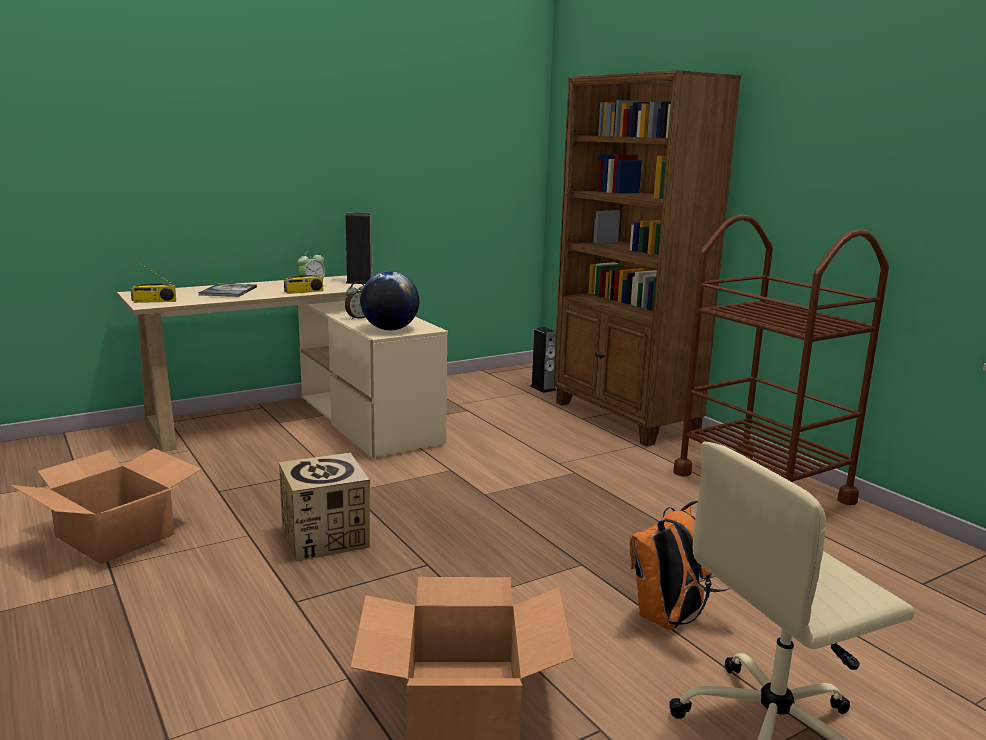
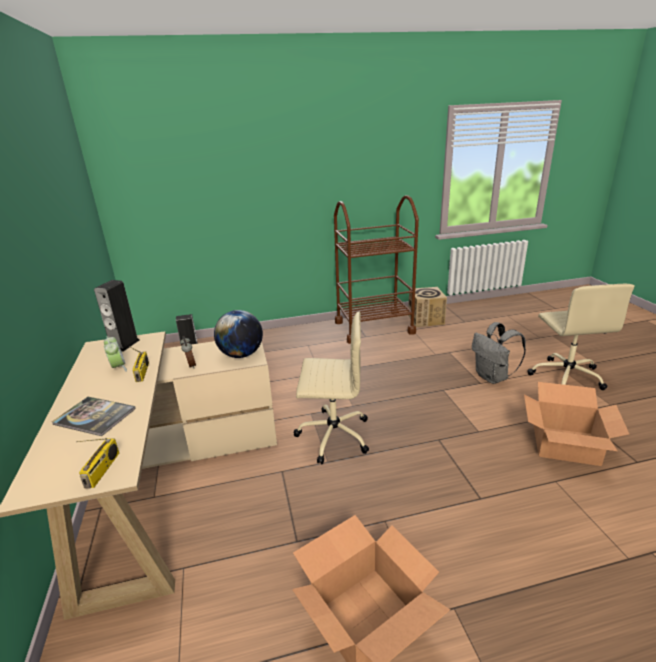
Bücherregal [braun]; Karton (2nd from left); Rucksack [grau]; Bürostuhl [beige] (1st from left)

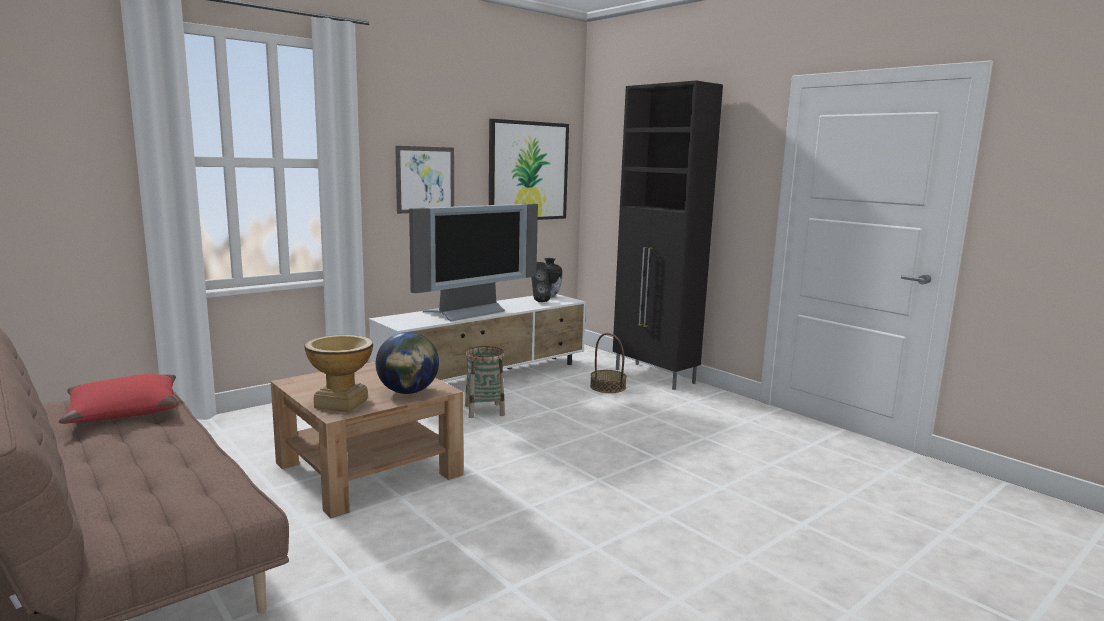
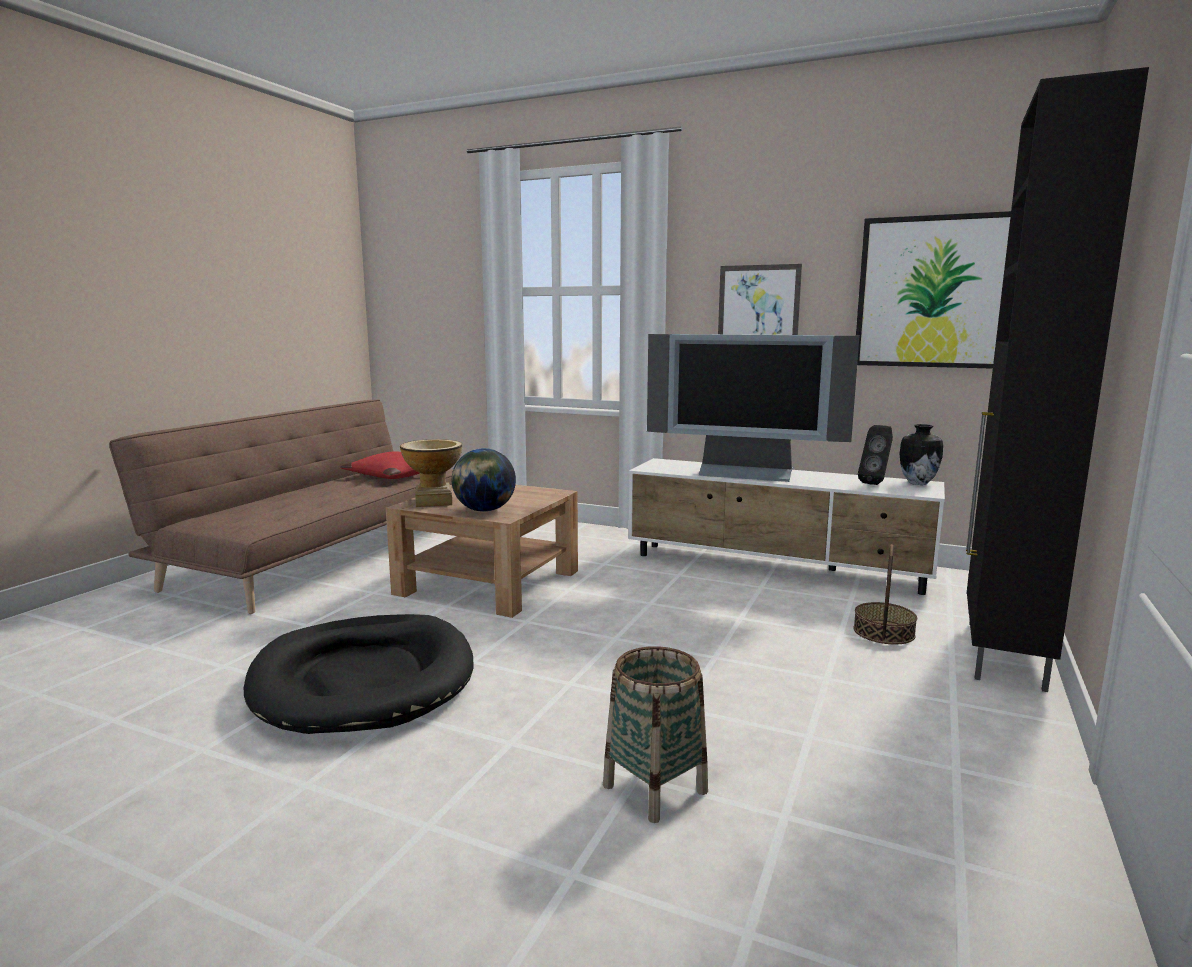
Korb (1st from left); Hundebett [schwarz]

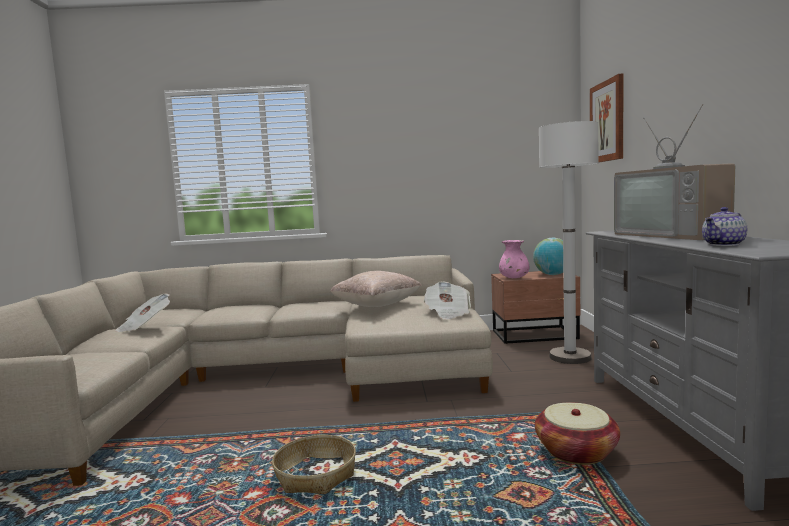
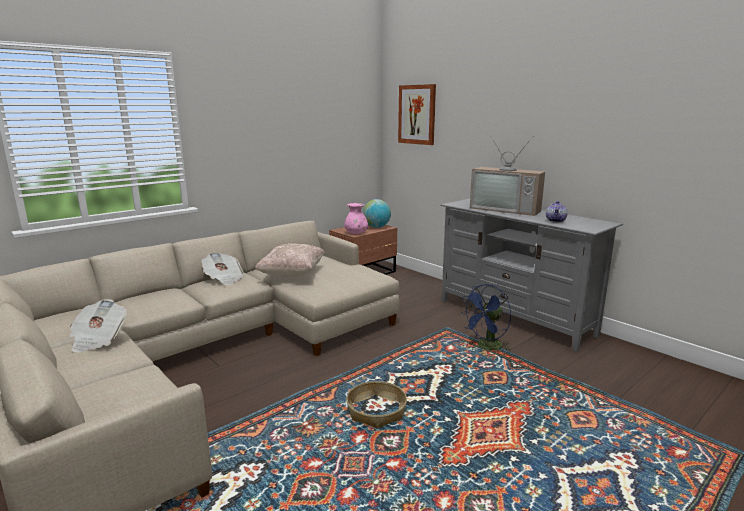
Stehlampe [weiß]; Zeitung (2nd from left); Ventilator [blau]

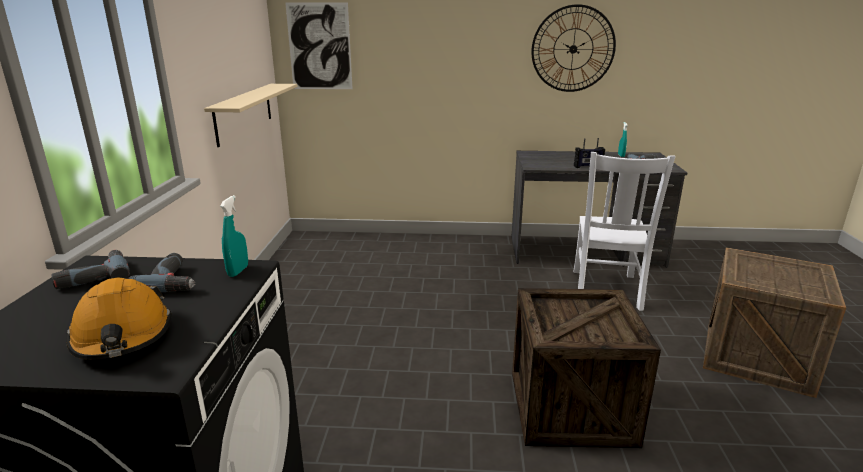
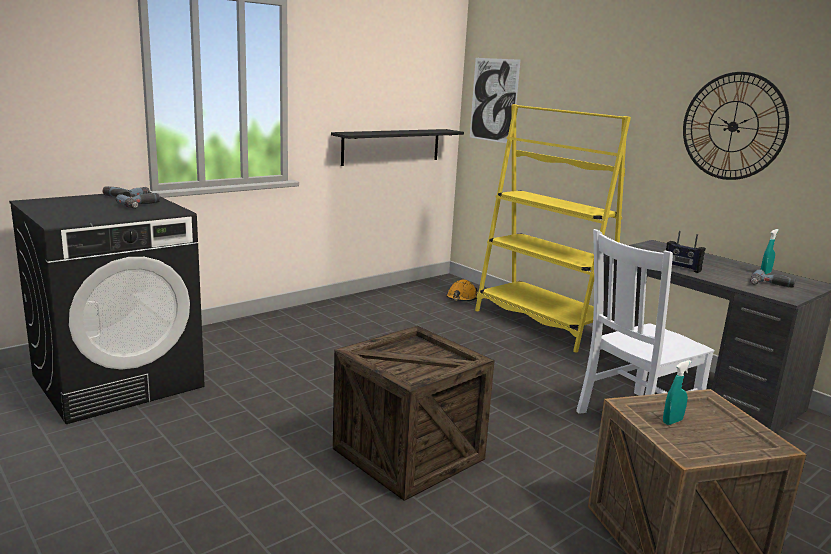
Wandregal [schwarz]; Sprühflasche [türkis] (1st from left); Schutzhelm [orange]; Bücherregal [gelb]

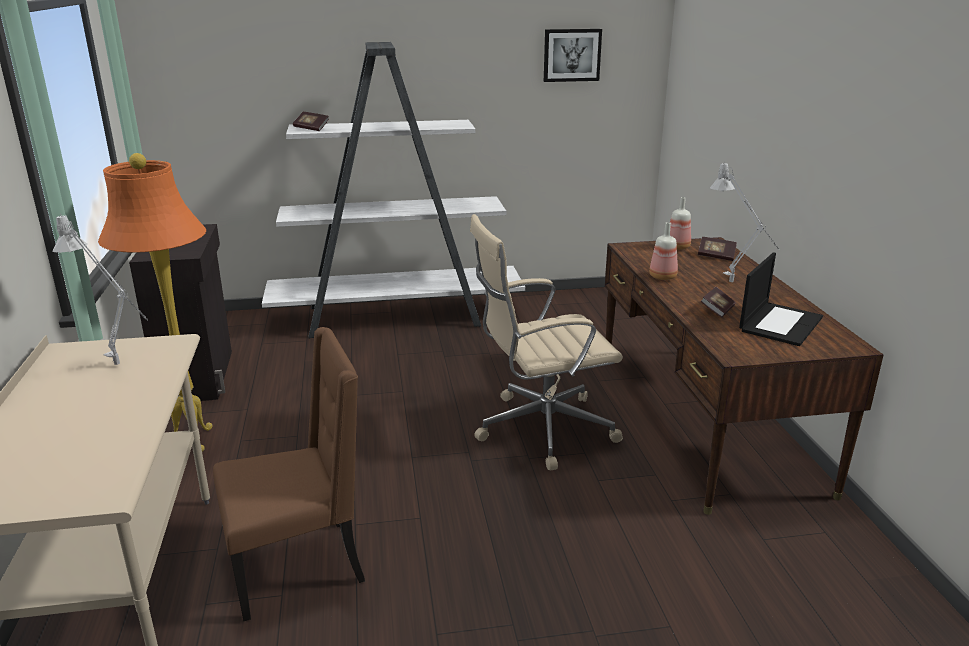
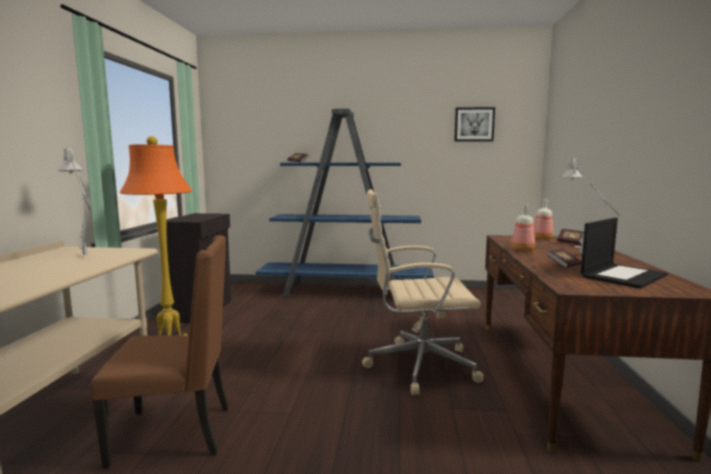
Bücherregal [blau]

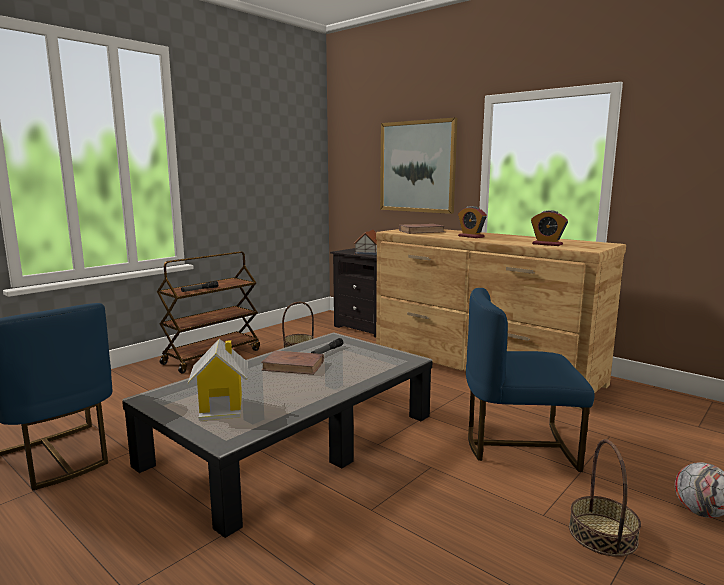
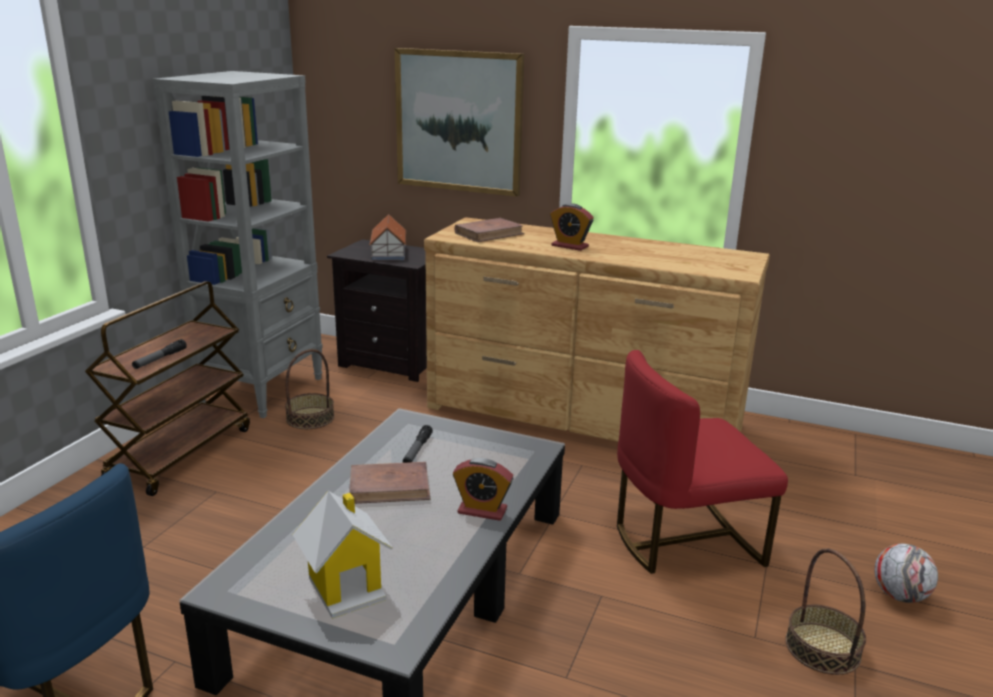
Wecker (1st from left); Stuhl [rot]; Bücherregal [grau]

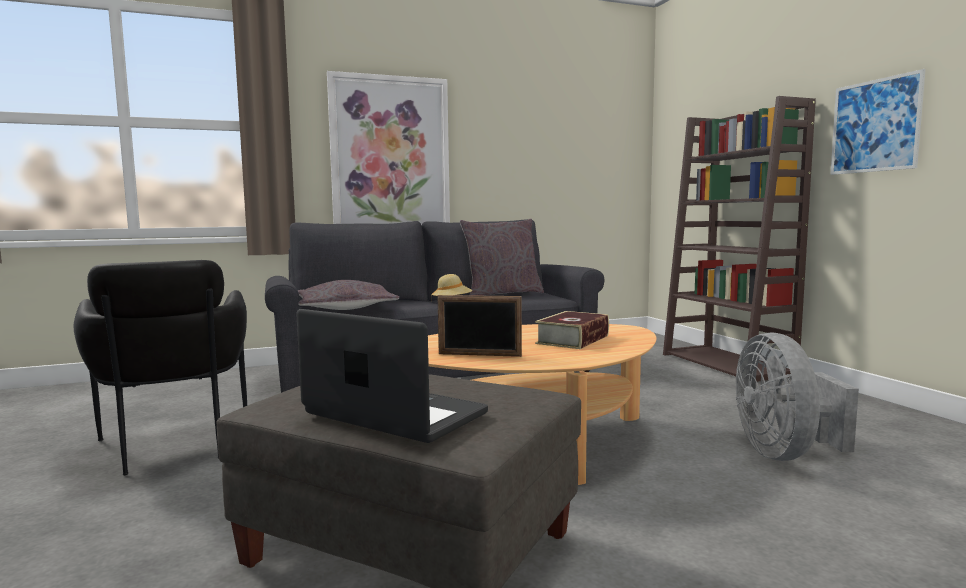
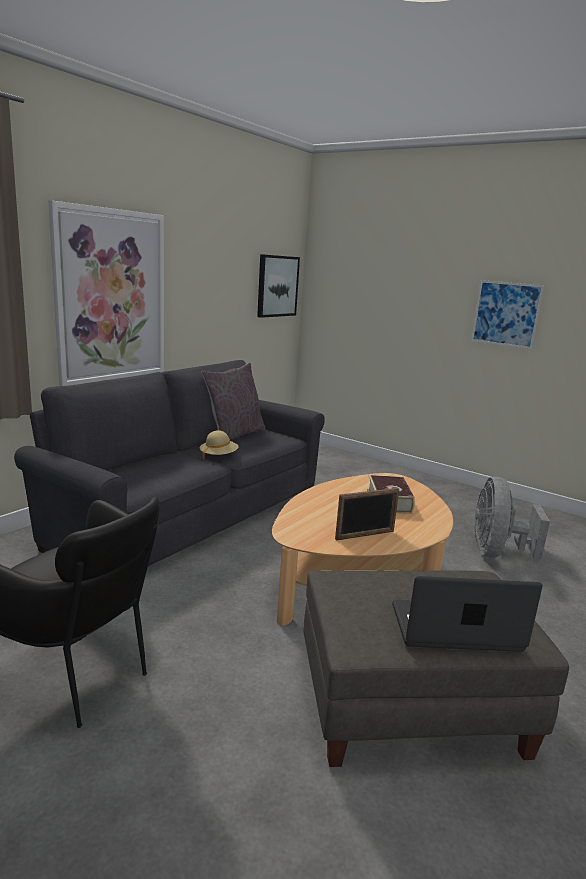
Bücherregal [braun]; Kissen [grau] (1st from left in the first image); Ventilator [grau]; Bild (2nd from left)

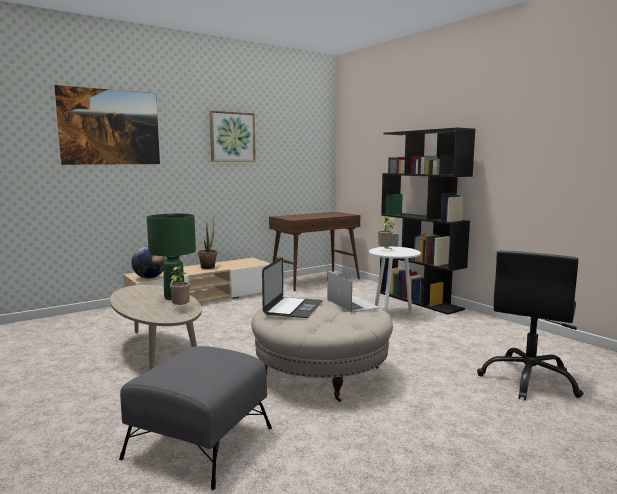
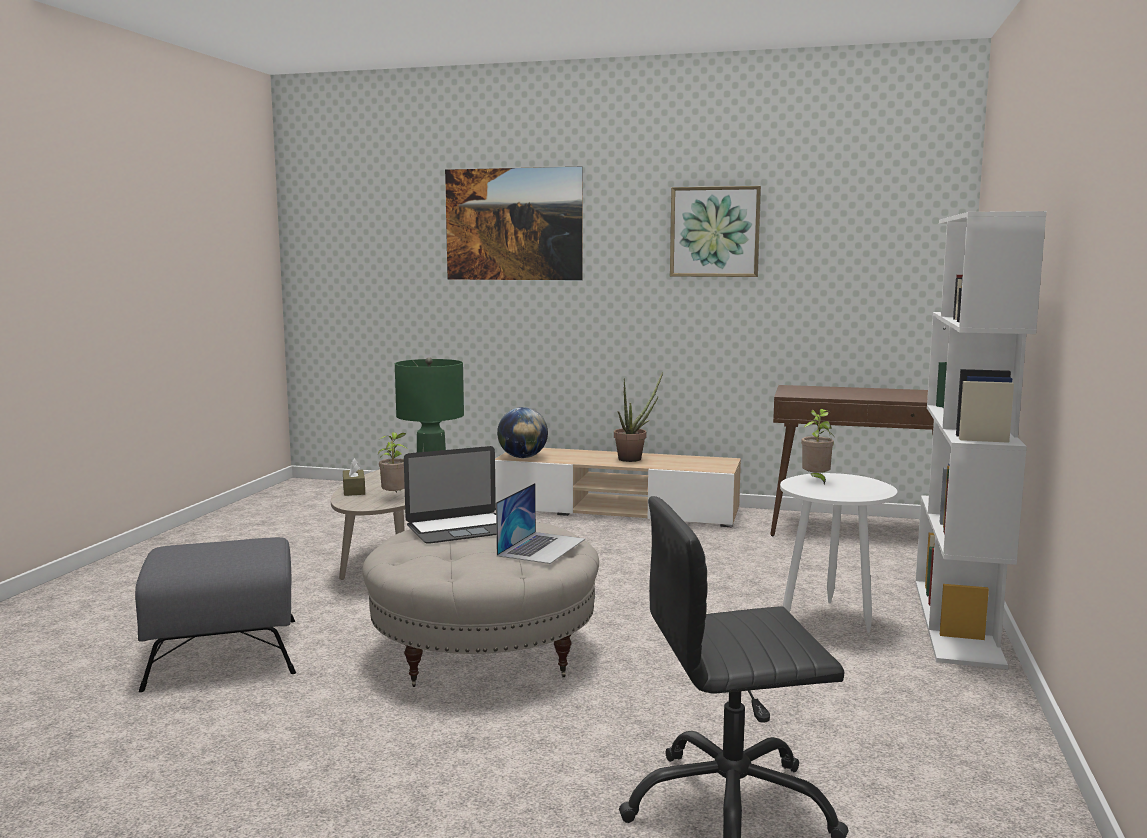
Bücherregal [weiß]; Taschentuchbox [braun]

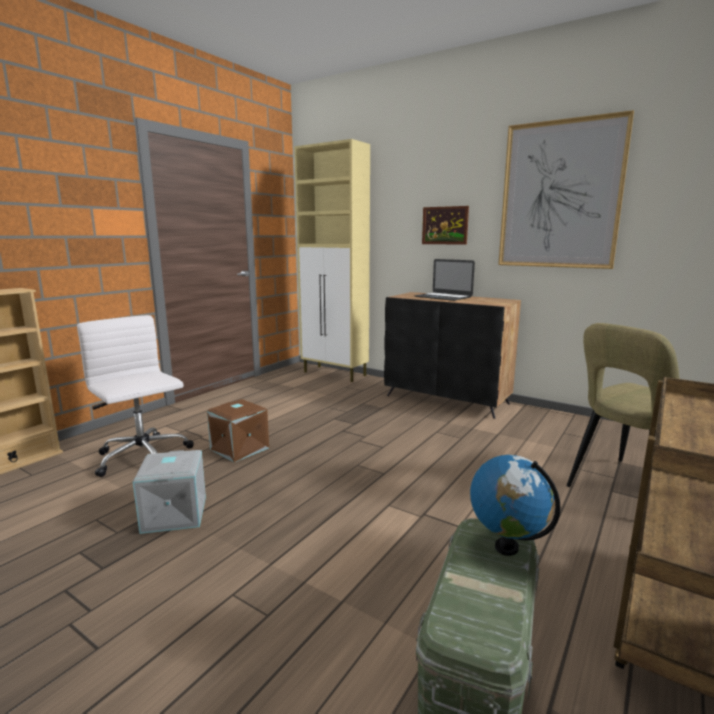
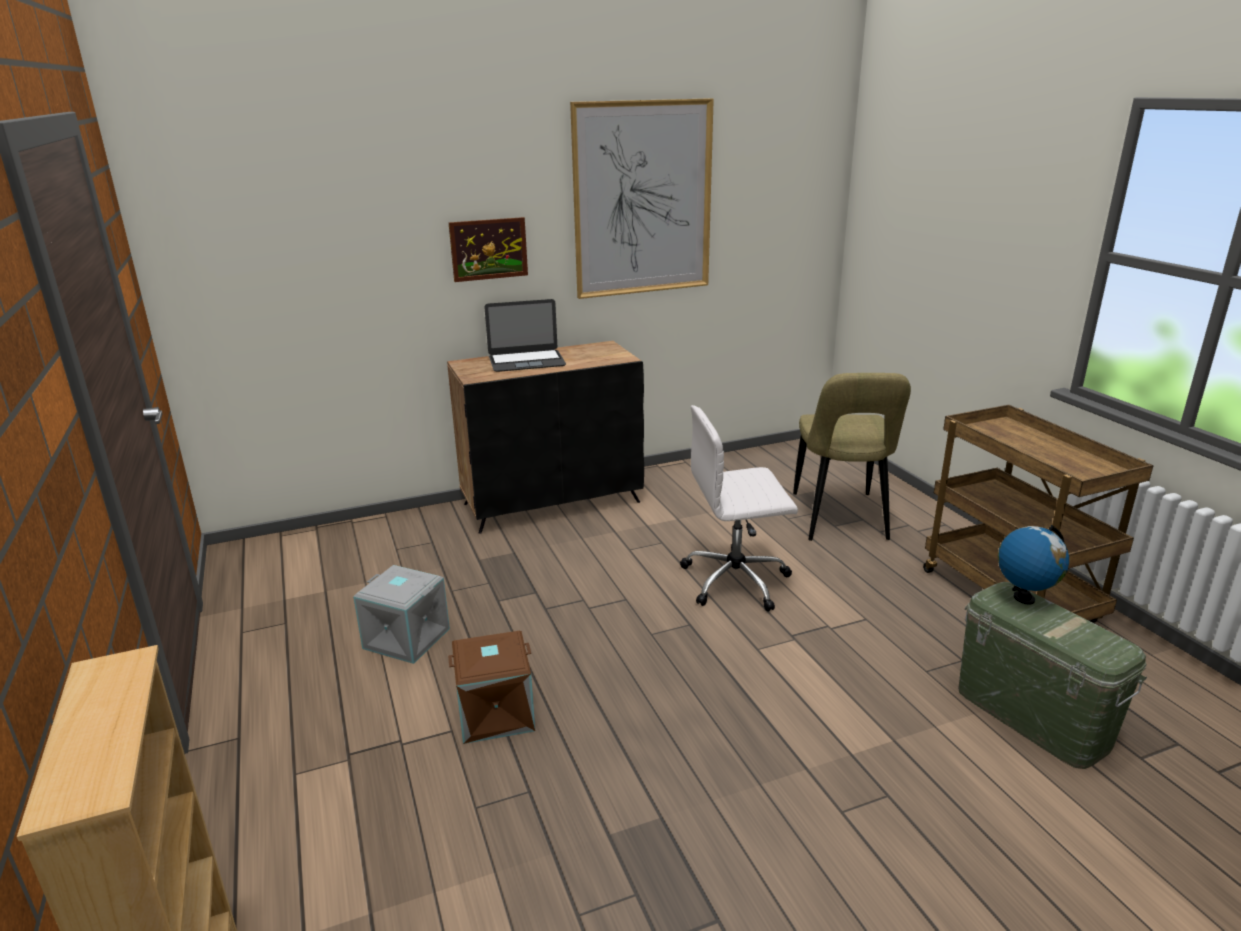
Schrank [beige]; Bürostuhl [weiß]; Aufbewahrungsbox [grau]

